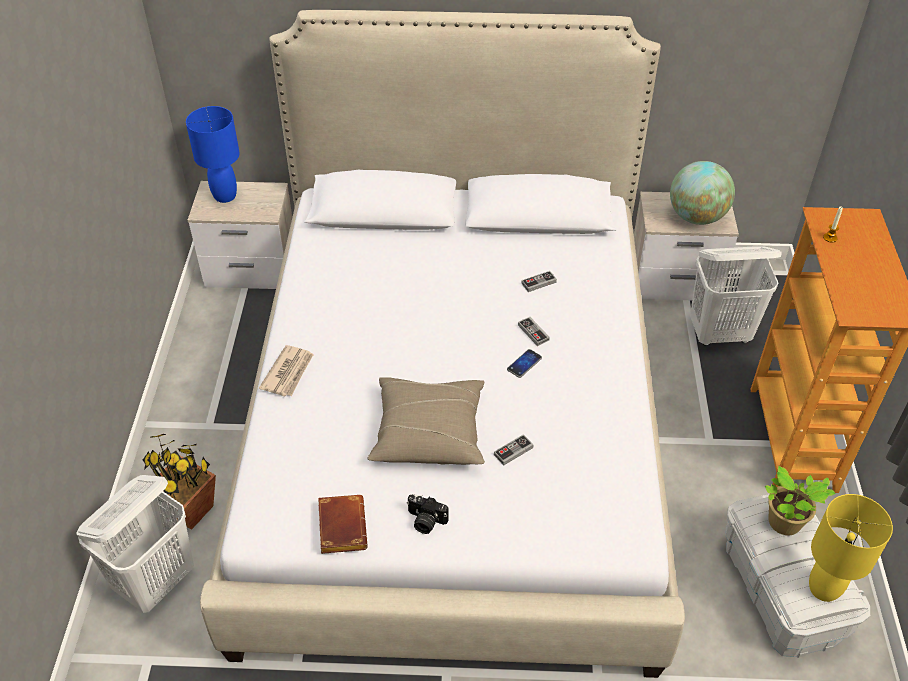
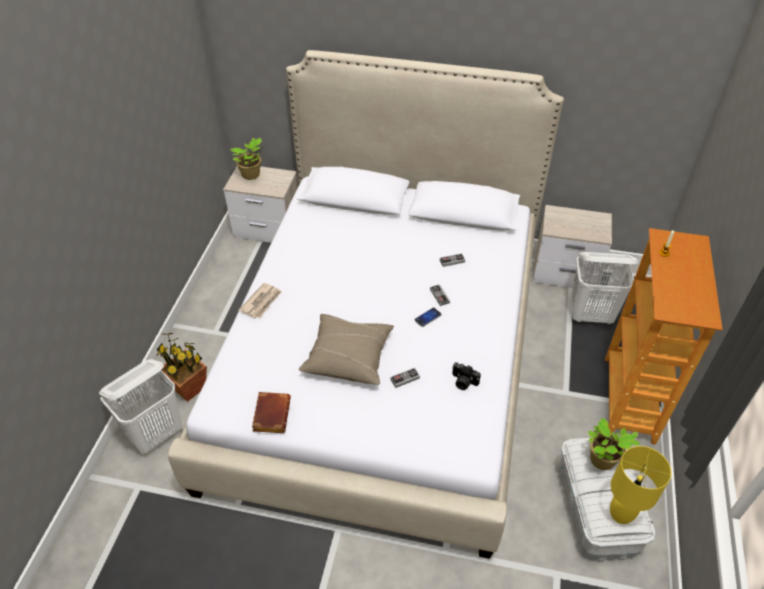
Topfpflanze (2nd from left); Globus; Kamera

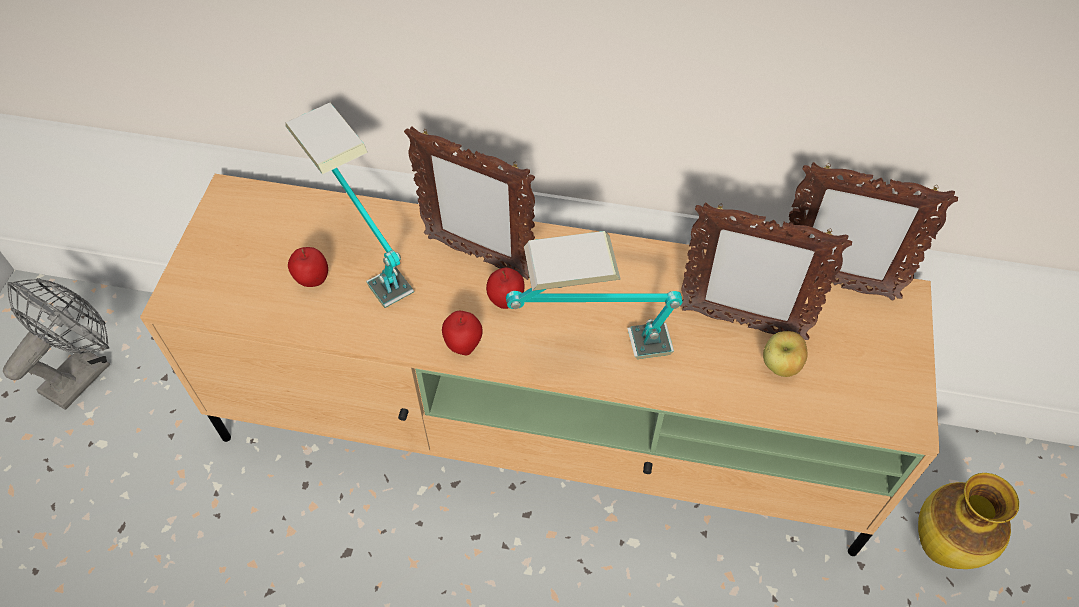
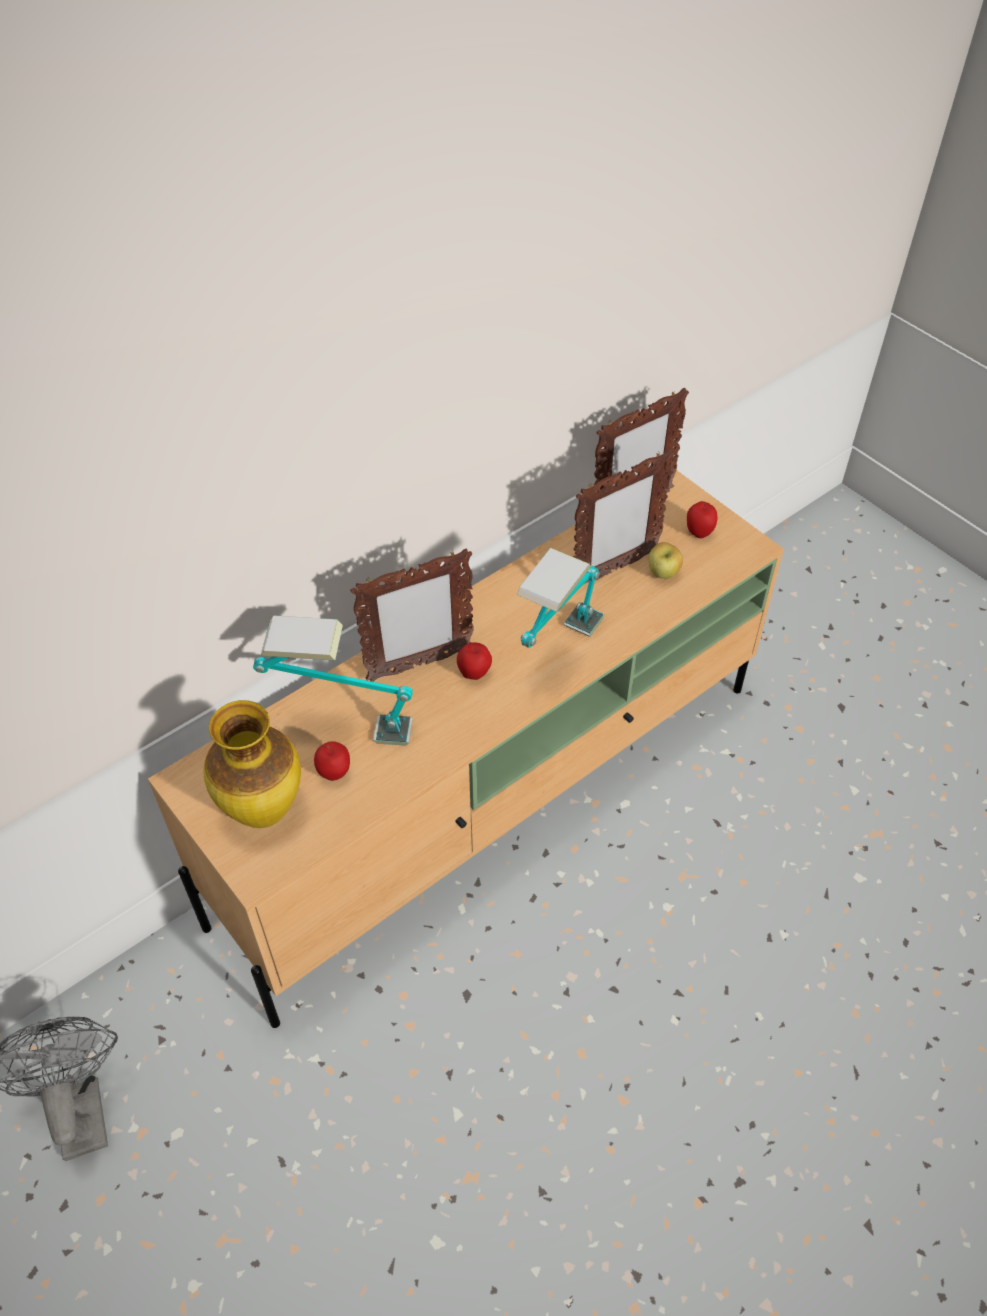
Apfel (4th from left); Vase

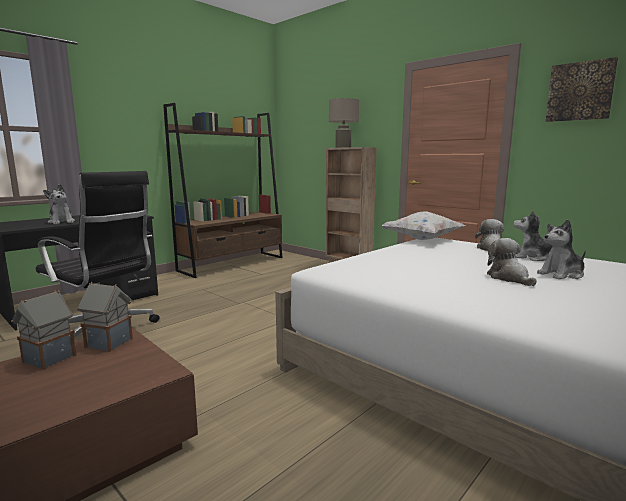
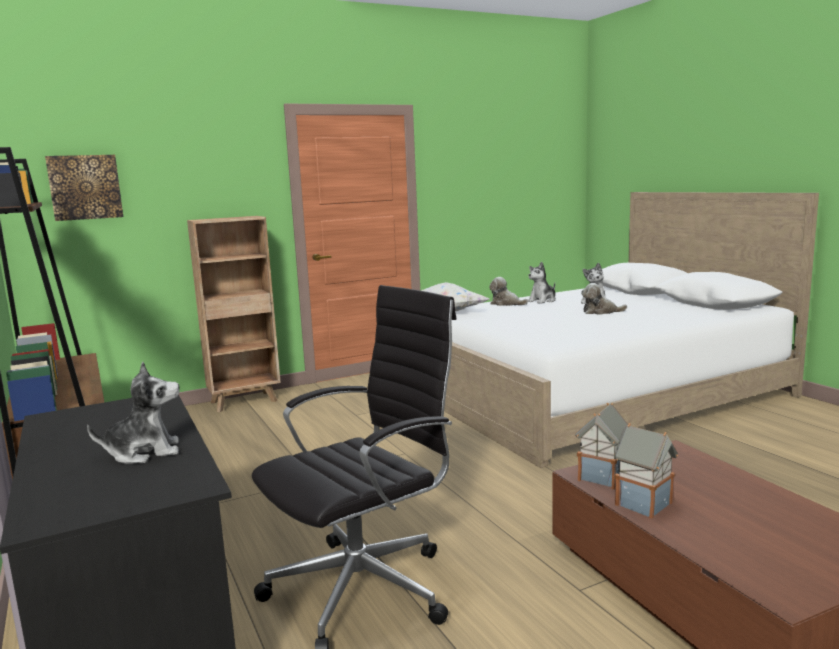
Bild; Tischlampe [beige]

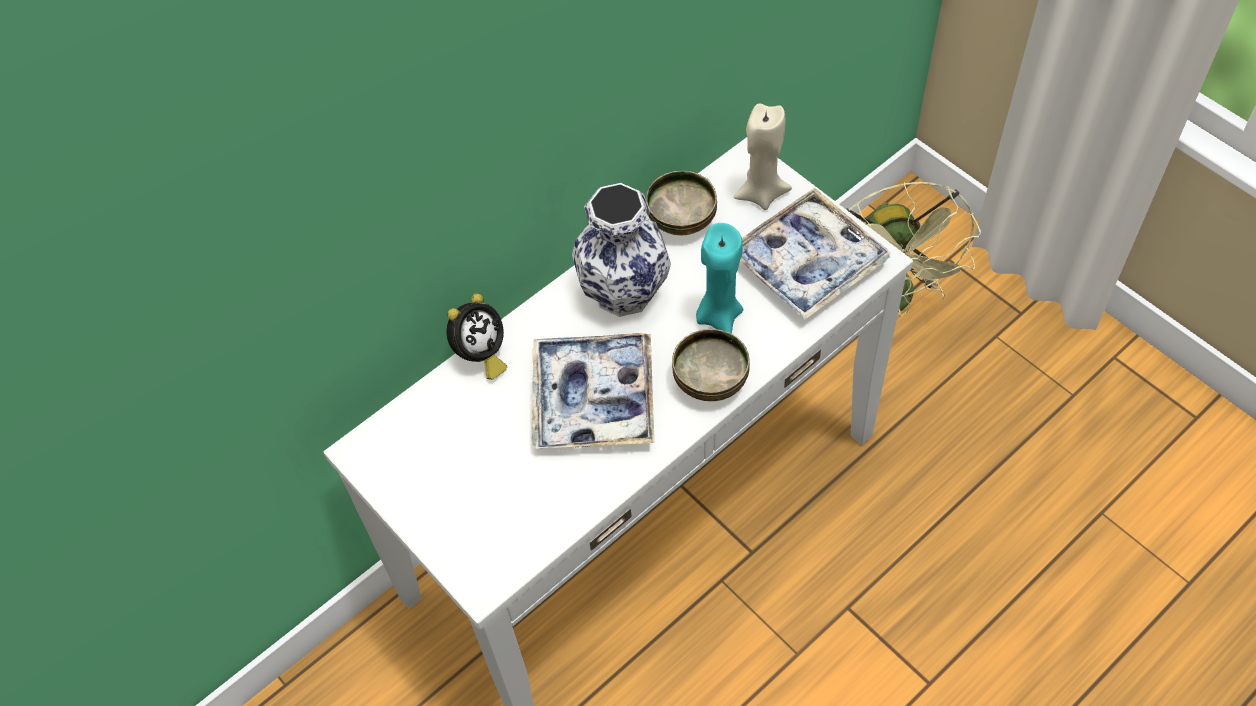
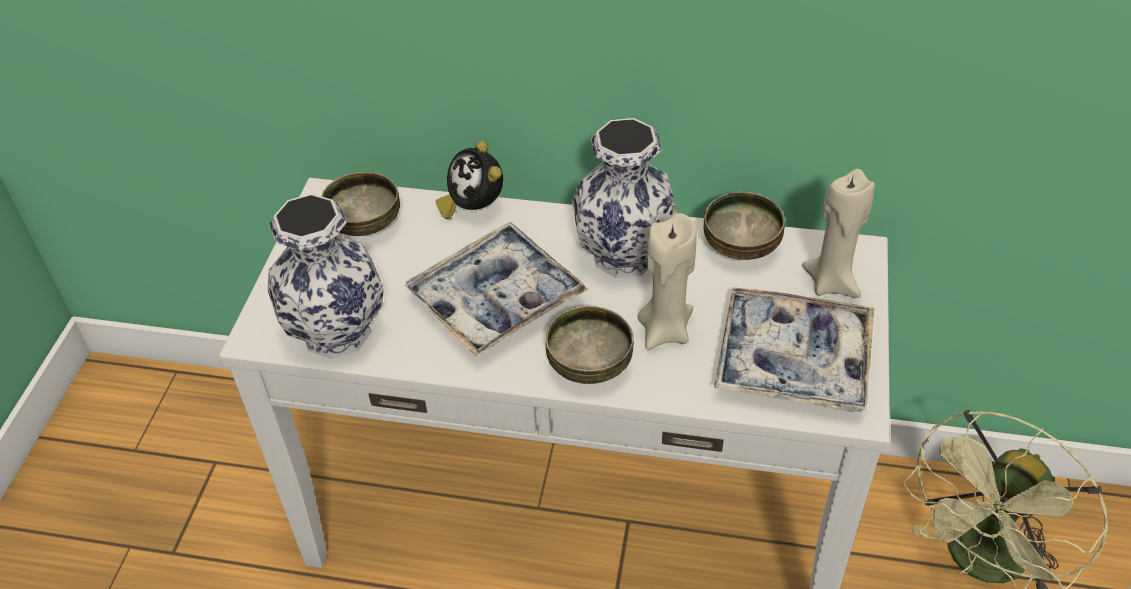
Kerze [beige] (1st from left); Wecker; Schüssel (1st from left); Vase (1st from left)

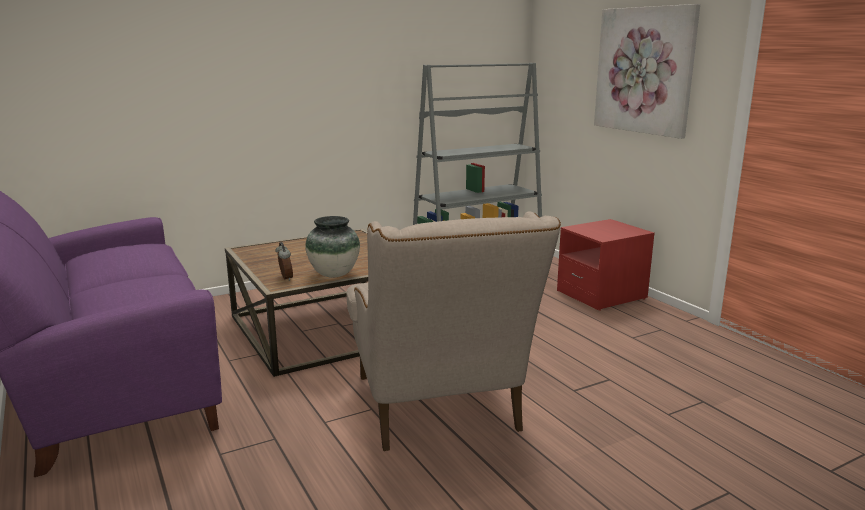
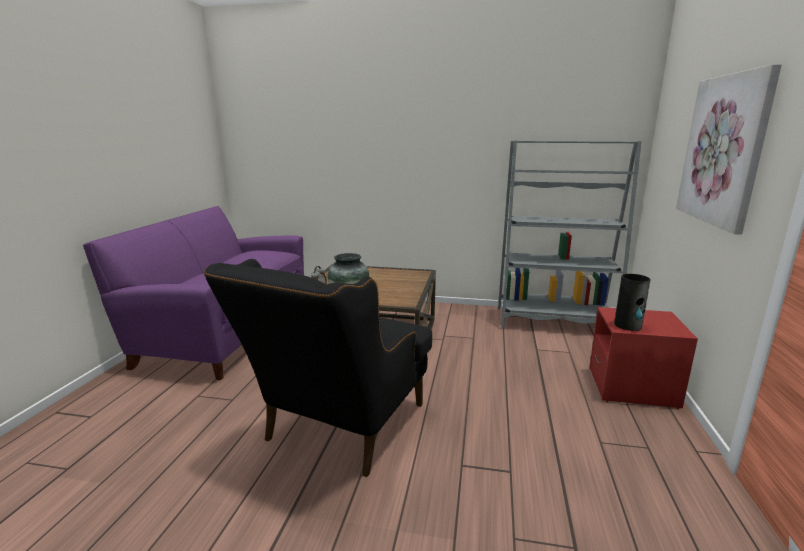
Sessel [schwarz]; Vase (2nd from left)

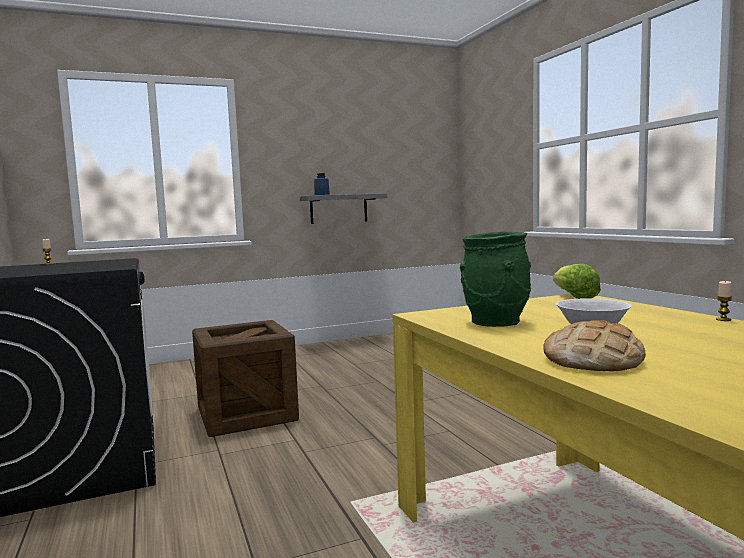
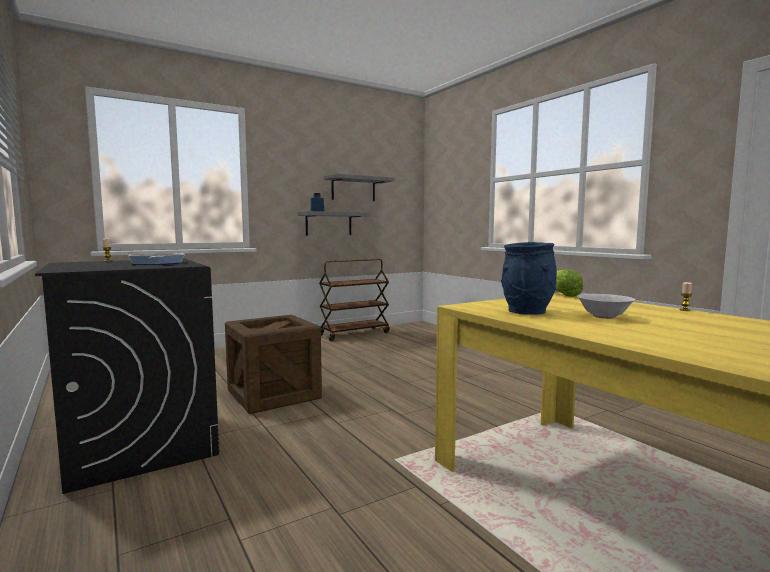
Vase [blau]; Brot; Wandregal [grau] (2nd from left); Pfanne; Rollwagen [braun]

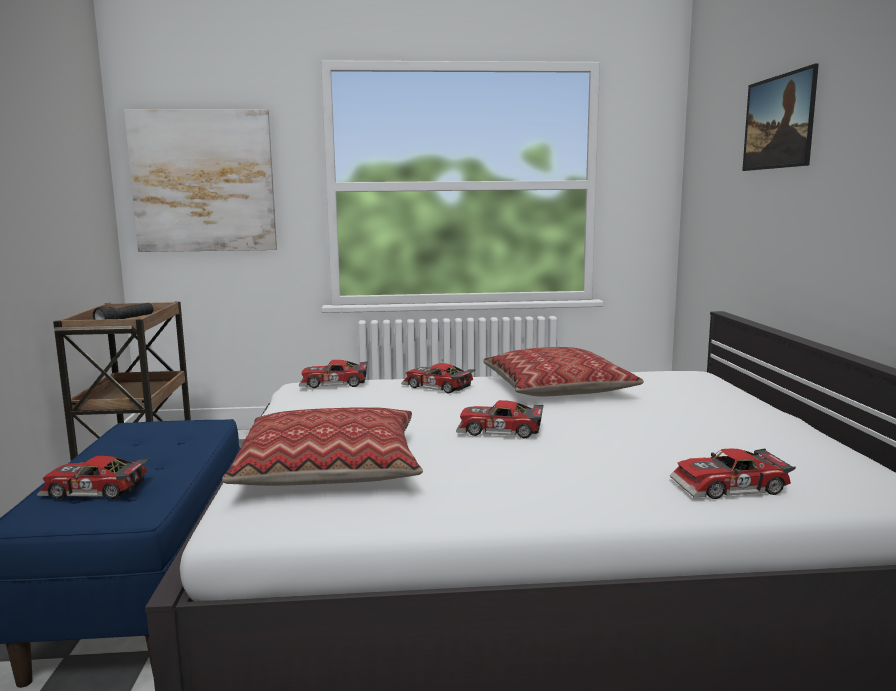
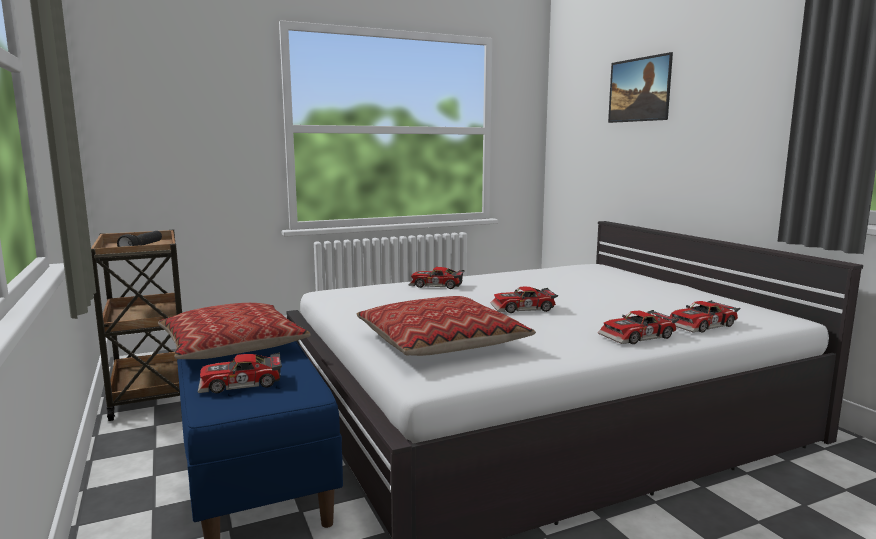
Bild (1st from left in the first image); Kissen (1st from left); Spielzeugauto (4th from left)

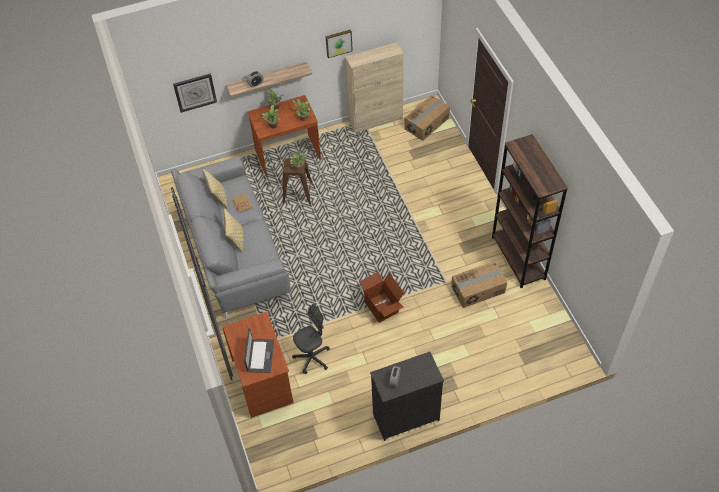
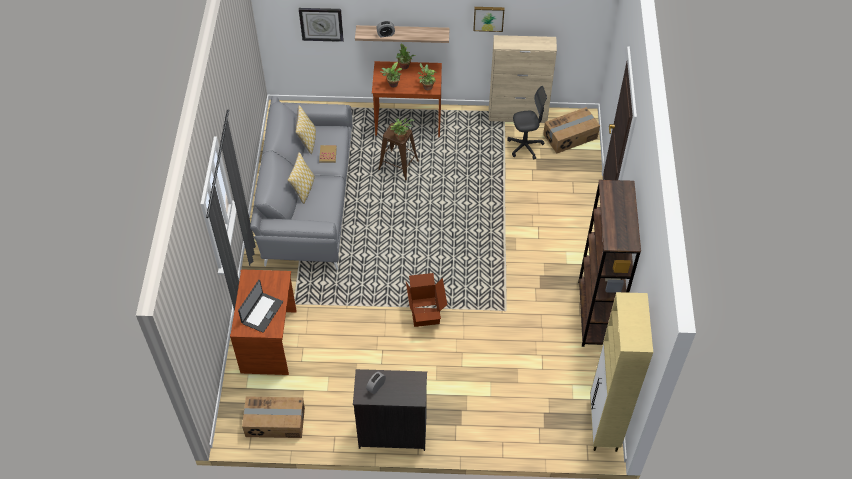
Karton (1st from left); Bürostuhl [grau]; Schrank [beige] (2nd from left)

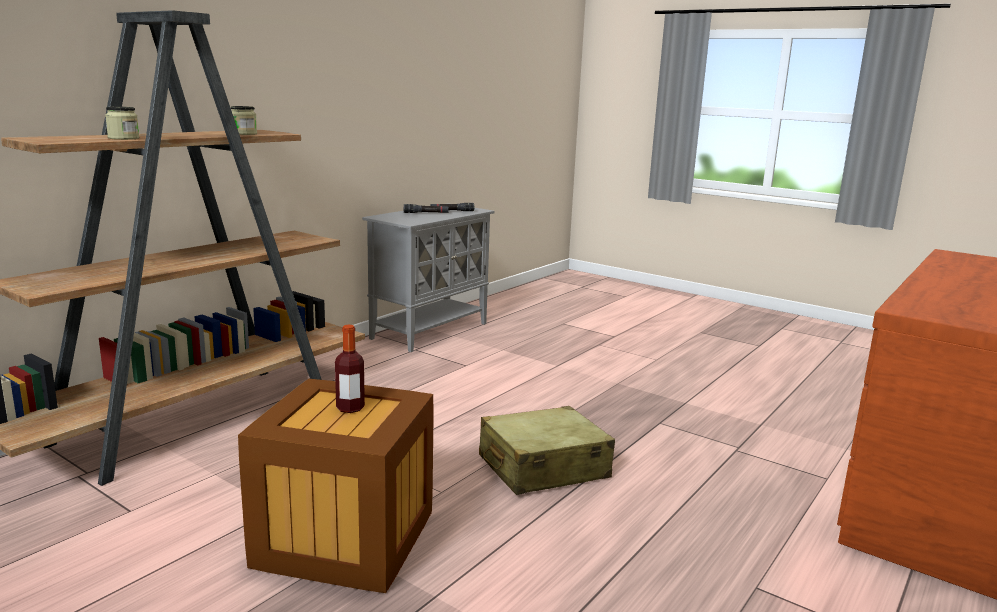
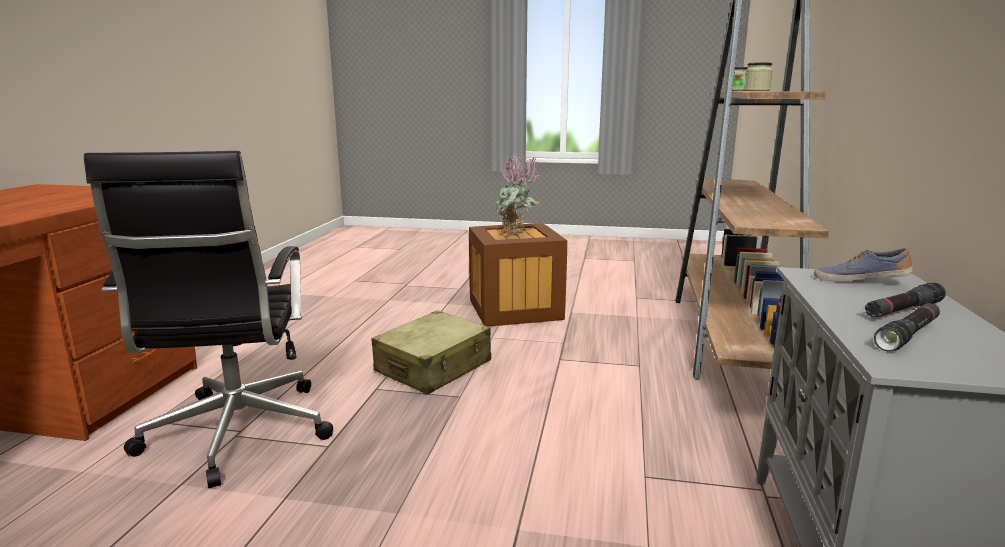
Topfpflanze; Bürostuhl [schwarz]; Schuh

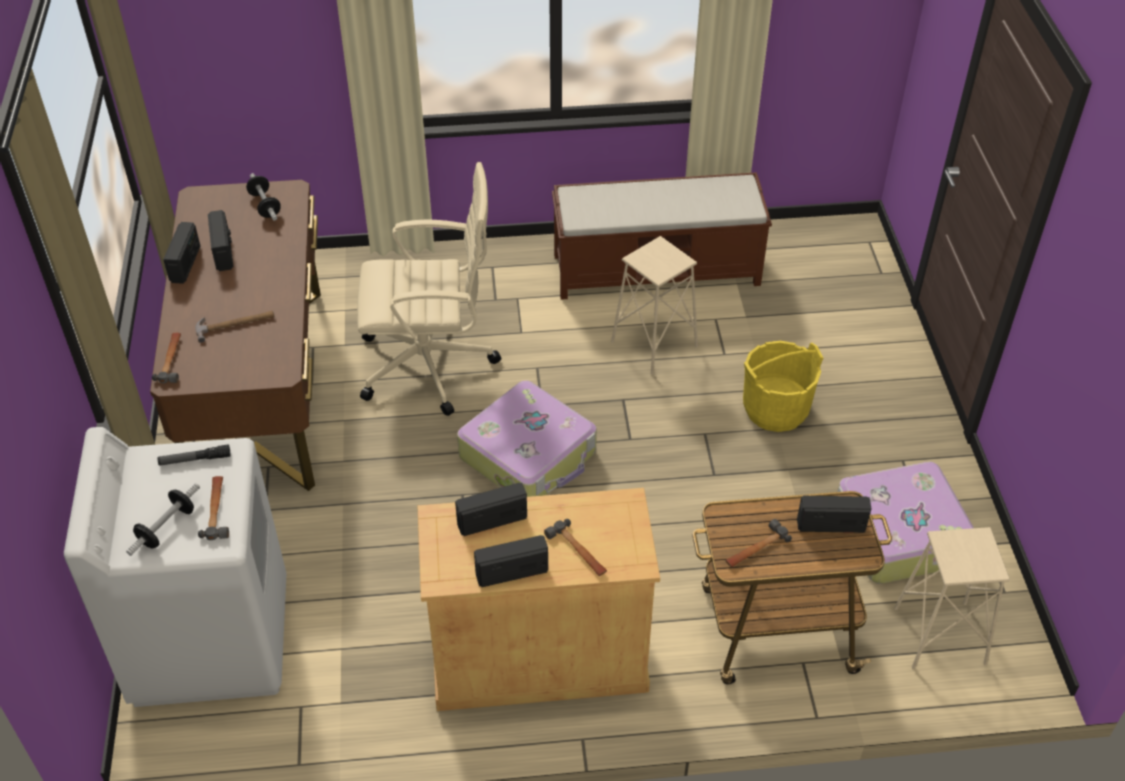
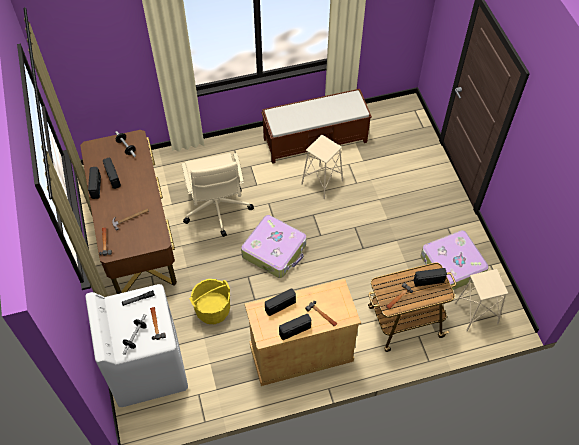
Bürostuhl [beige]; Eimer [gelb]

